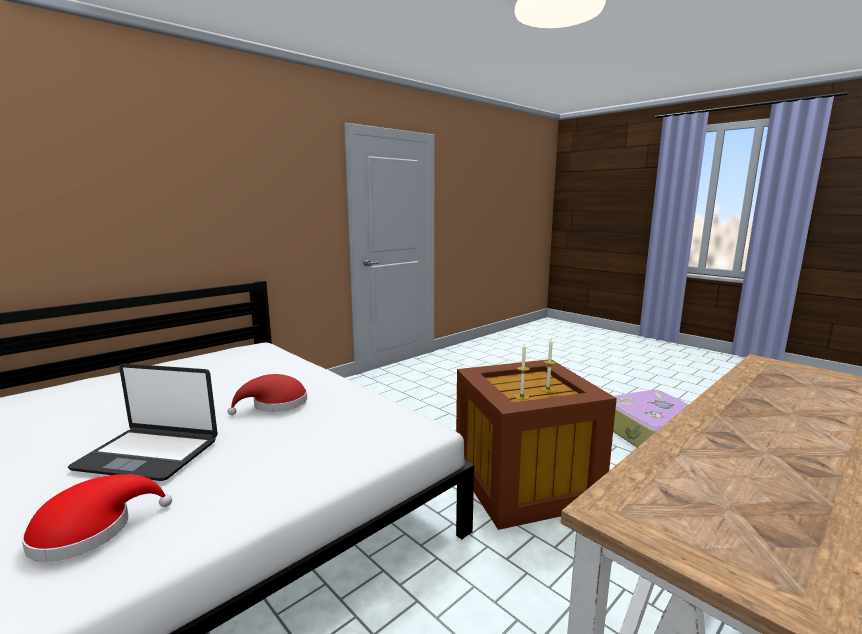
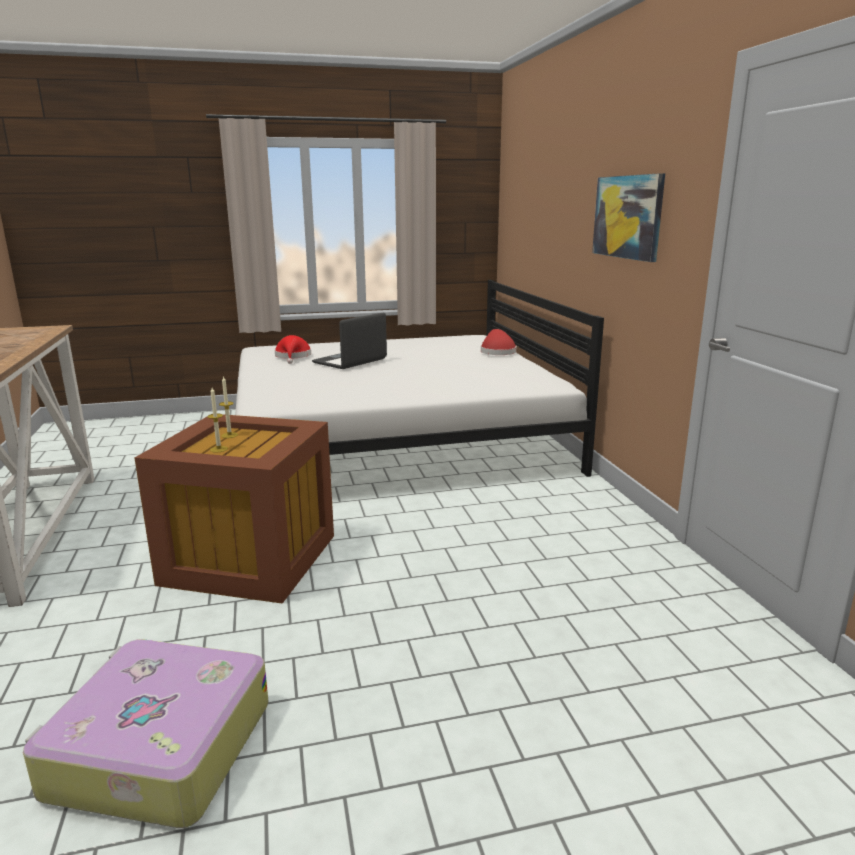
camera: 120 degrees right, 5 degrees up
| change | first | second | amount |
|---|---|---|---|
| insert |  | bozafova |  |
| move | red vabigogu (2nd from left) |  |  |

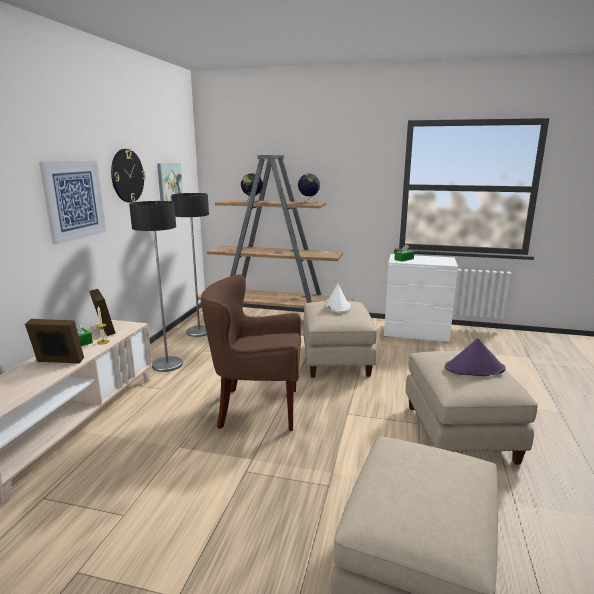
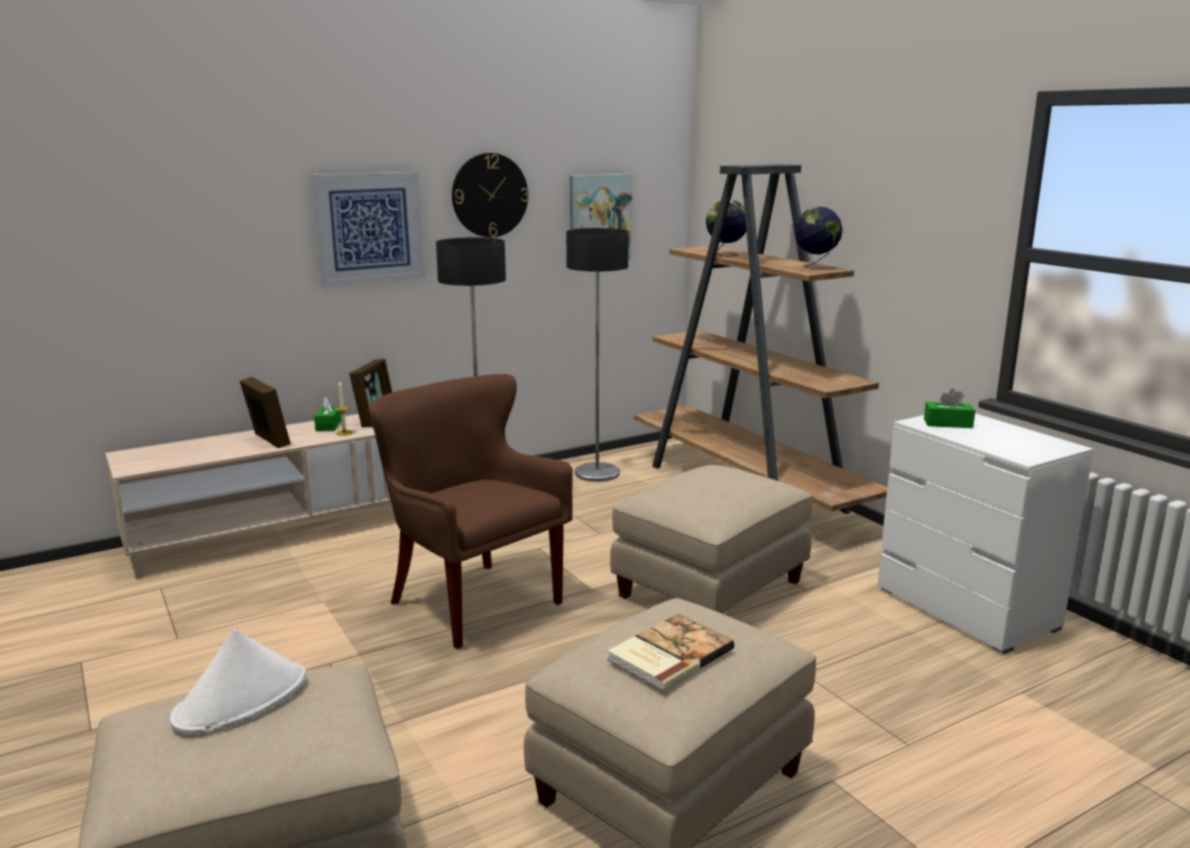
camera: 45 degrees right, 0 degrees up
| change | first | second | amount |
|---|---|---|---|
| move | white vabigogu |  |  |
| replace | purple vabigogu | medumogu |  |

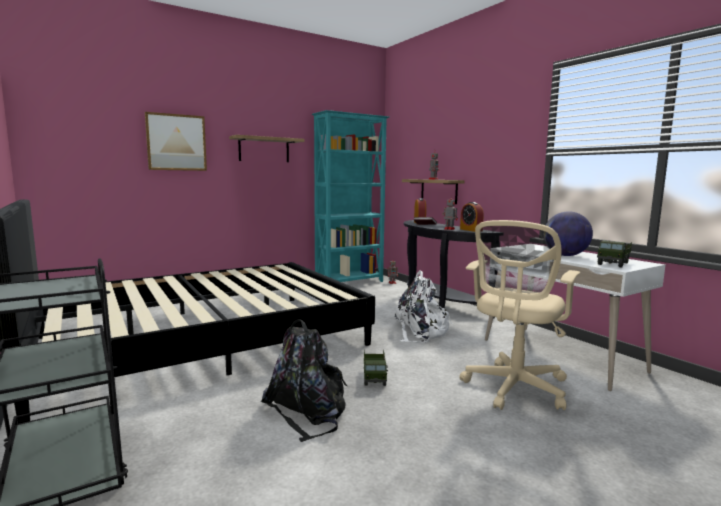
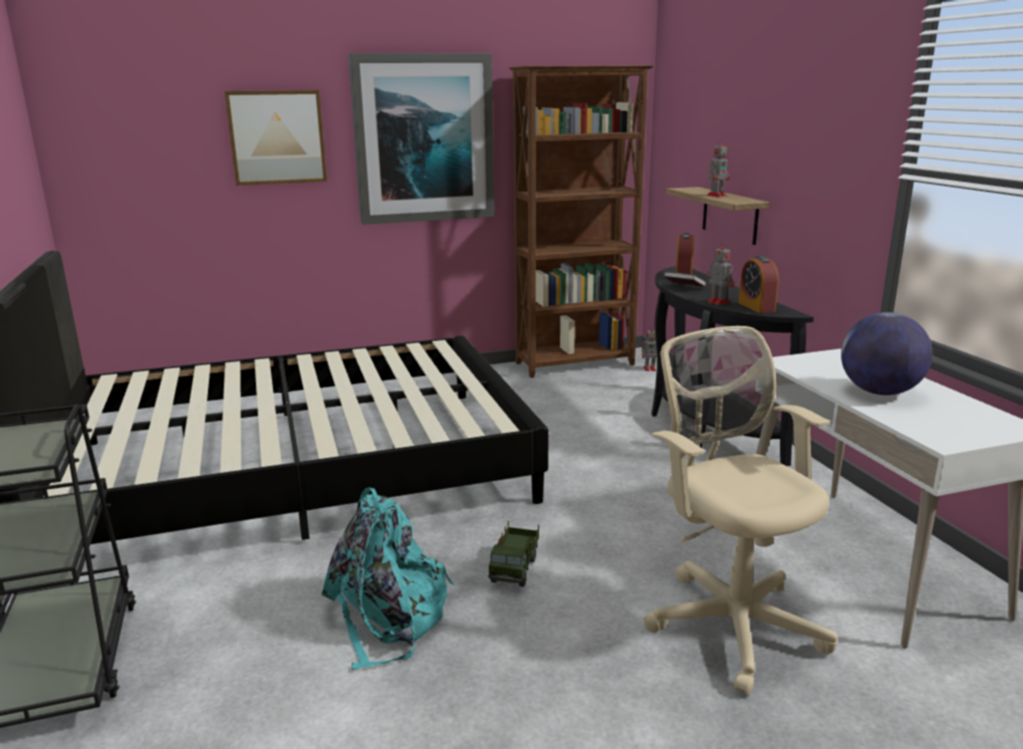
camera: 15 degrees right, 10 degrees up
| change | first | second | amount |
|---|---|---|---|
| delete | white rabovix |  |  |
| delete | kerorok (2nd from left) |  |  |
| replace | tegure (1st from left) | bozafova (2nd from left) |  |
| recolor | black rabovix | turquoise rabovix |  |
| recolor | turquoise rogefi | brown rogefi |  |
| rotate | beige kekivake |  | 105 degrees clockwise |

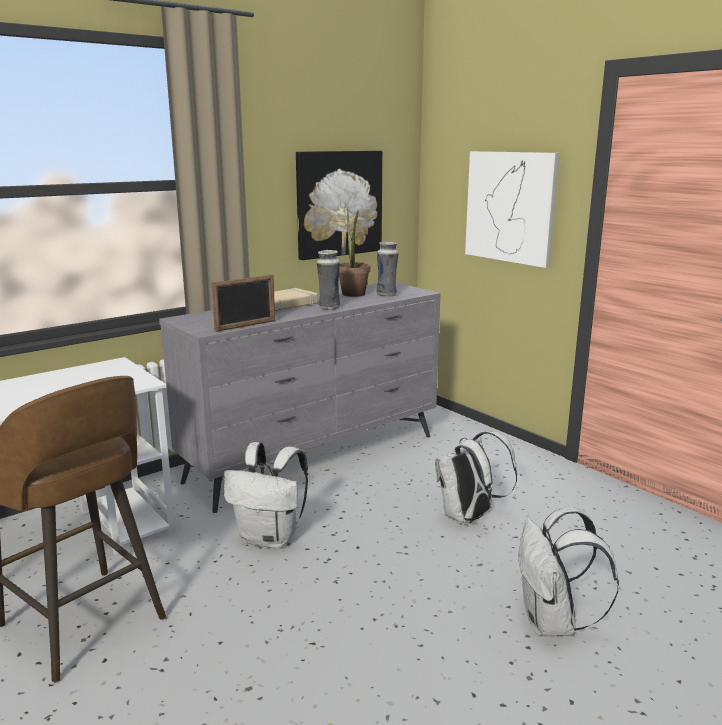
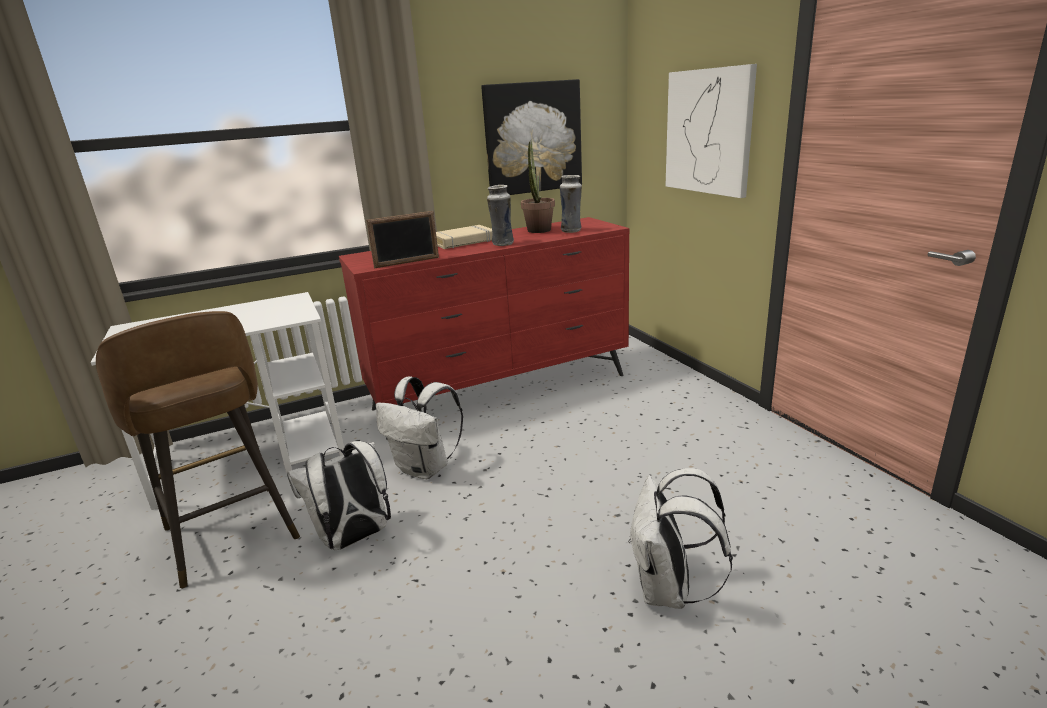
camera: 15 degrees right, 5 degrees up
| change | first | second | amount |
|---|---|---|---|
| move | white rabovix (2nd from left in the first image) | white rabovix (1st from left) |  |
| recolor | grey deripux | red deripux |  |

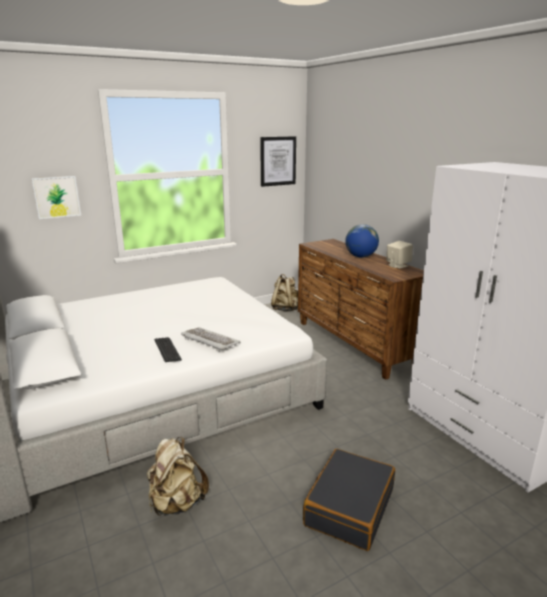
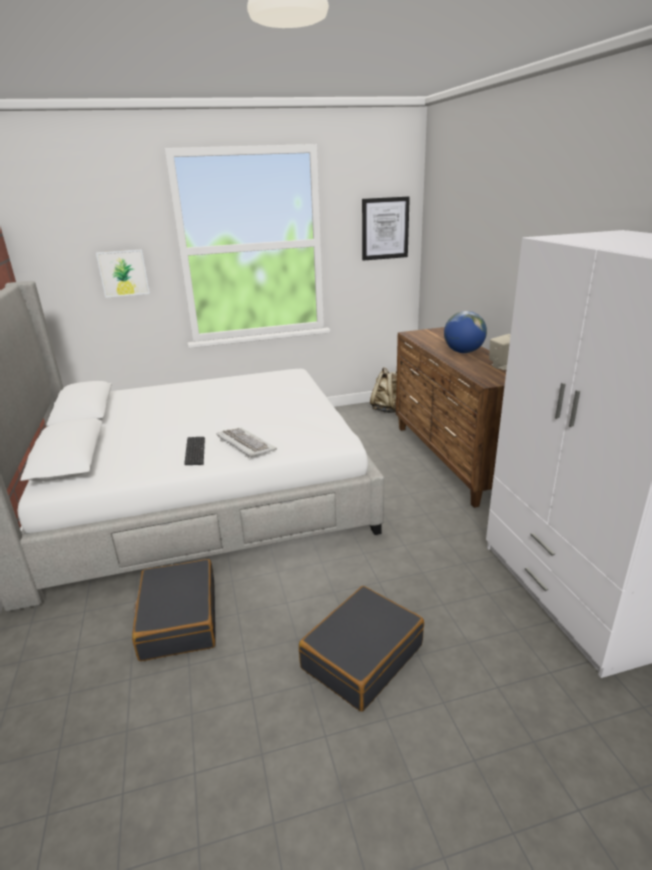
camera: 15 degrees right, 5 degrees up
| change | first | second | amount |
|---|---|---|---|
| replace | beige rabovix (1st from left) | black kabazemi (1st from left) |  |

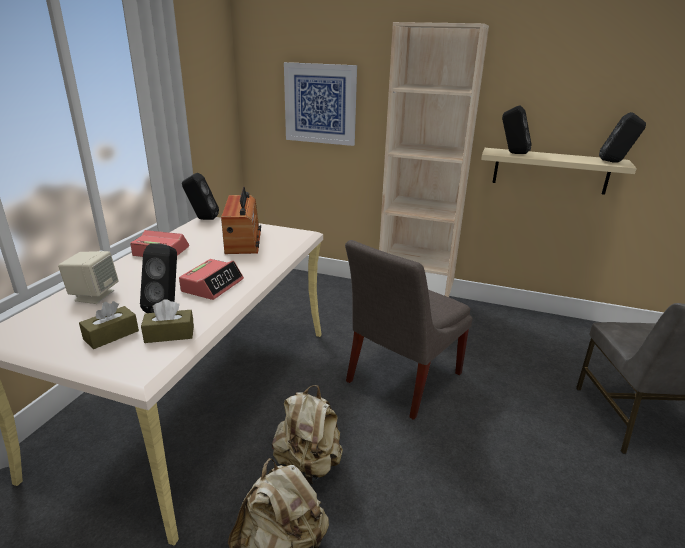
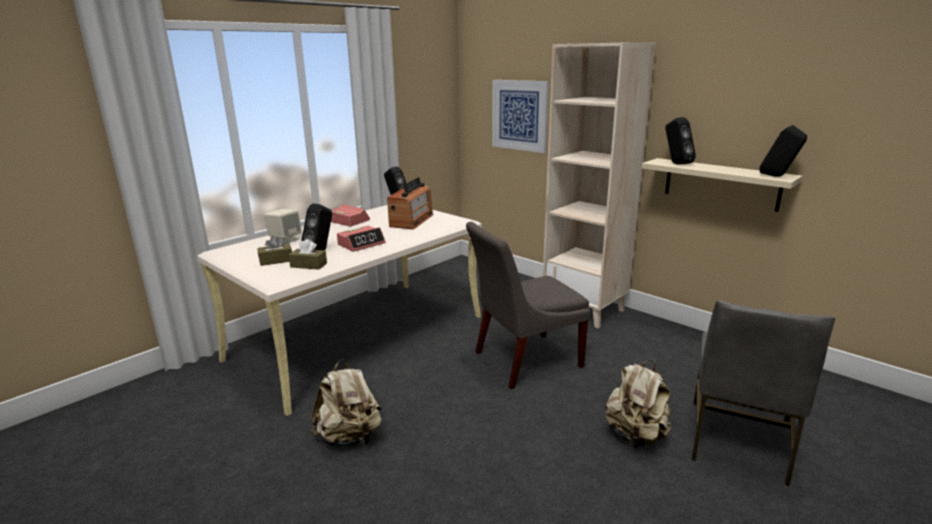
camera: 25 degrees right, 5 degrees down
| change | first | second | amount |
|---|---|---|---|
| move | beige rabovix (2nd from left) |  |  |

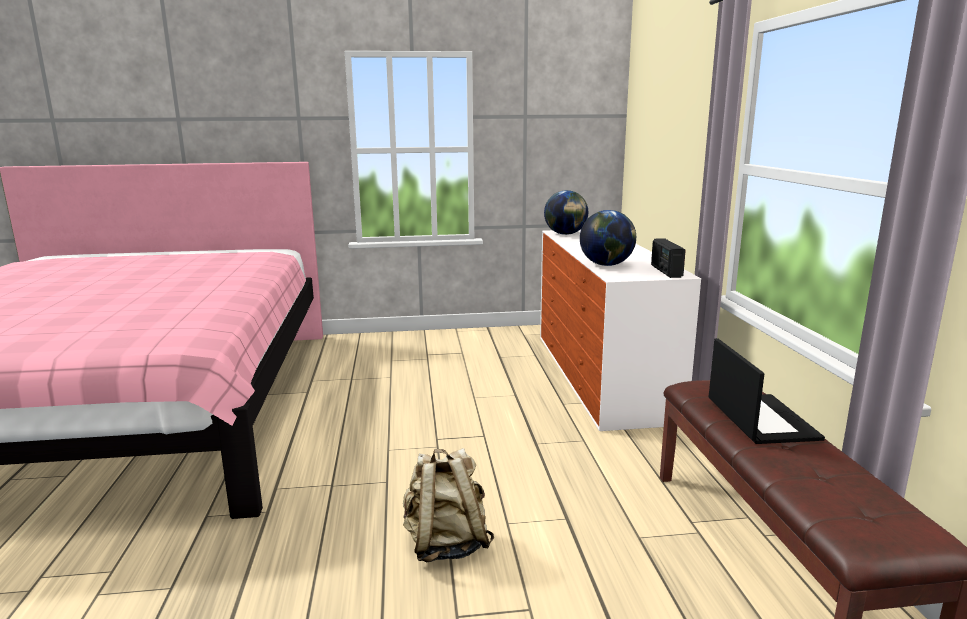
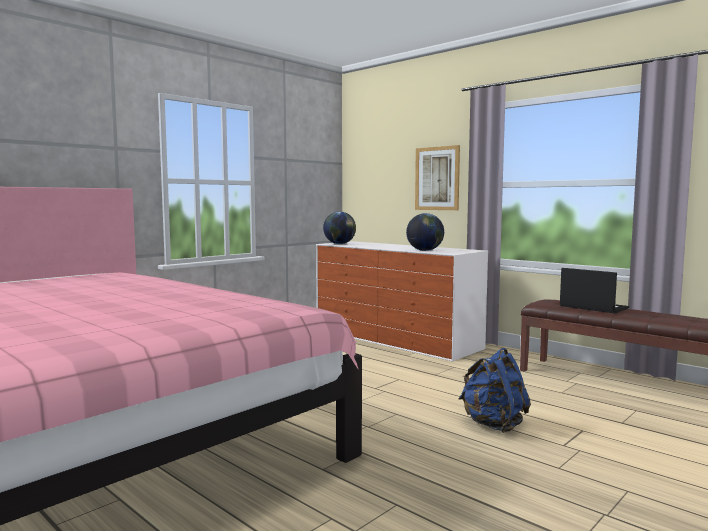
camera: 40 degrees left, 10 degrees down
| change | first | second | amount |
|---|---|---|---|
| delete | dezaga |  |  |
| insert |  | bozafova |  |
| recolor | beige rabovix | blue rabovix |  |

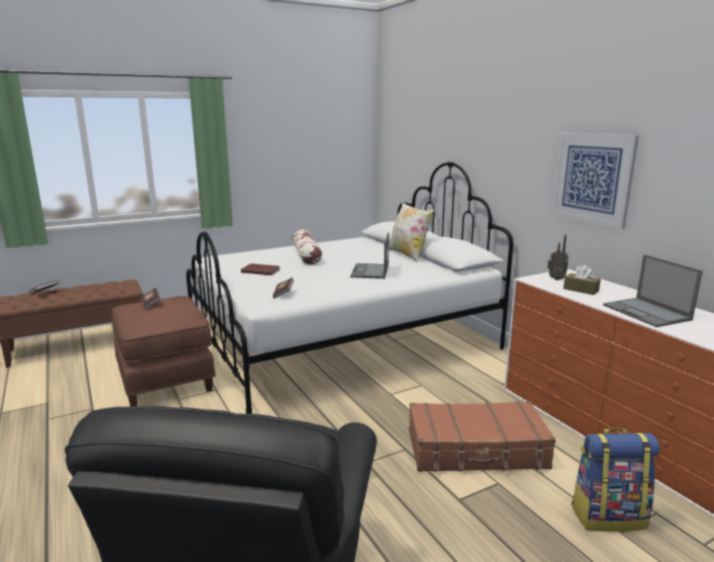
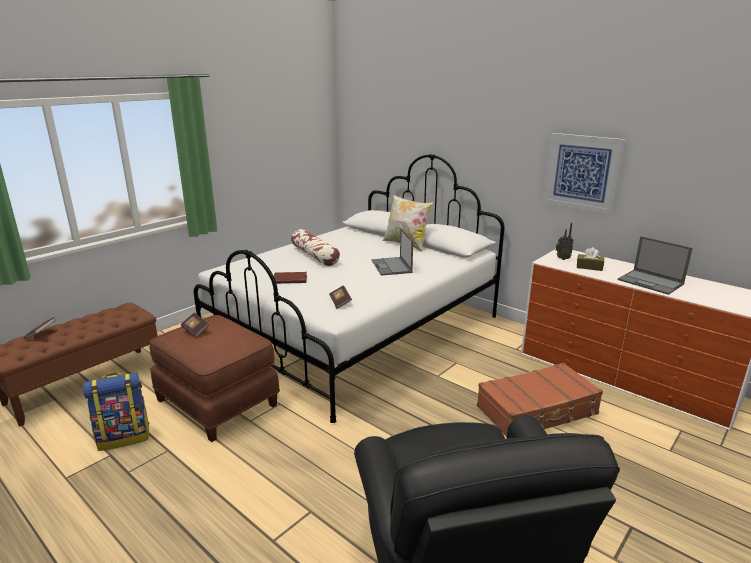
camera: 20 degrees left, 5 degrees up
| change | first | second | amount |
|---|---|---|---|
| move | rabovix |  |  |

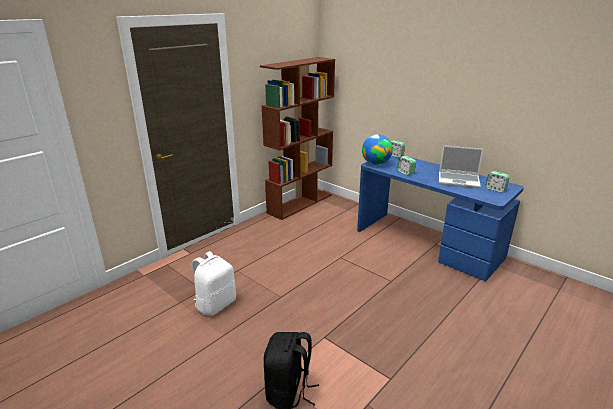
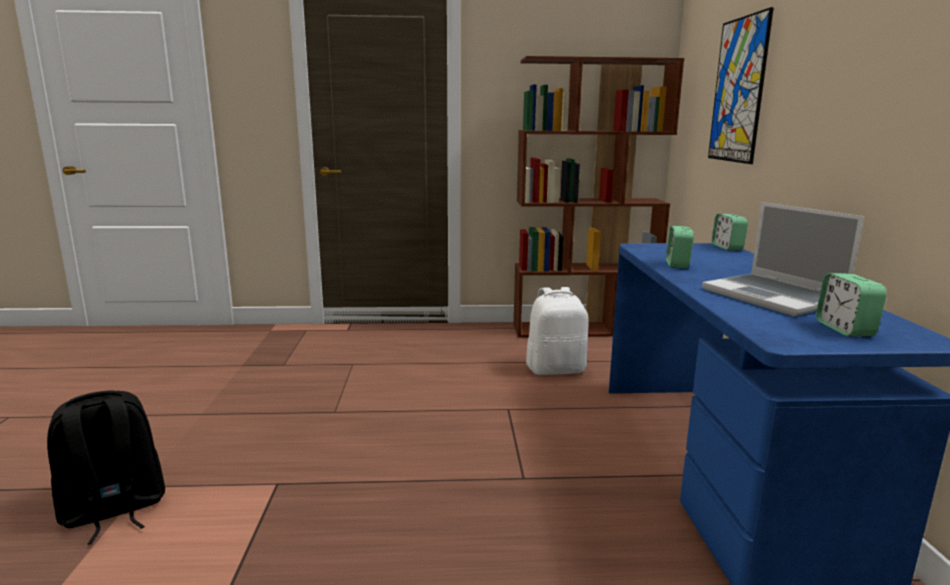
camera: 45 degrees right, 10 degrees down
| change | first | second | amount |
|---|---|---|---|
| delete | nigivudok |  |  |
| insert |  | bozafova |  |
| move | white rabovix |  |  |

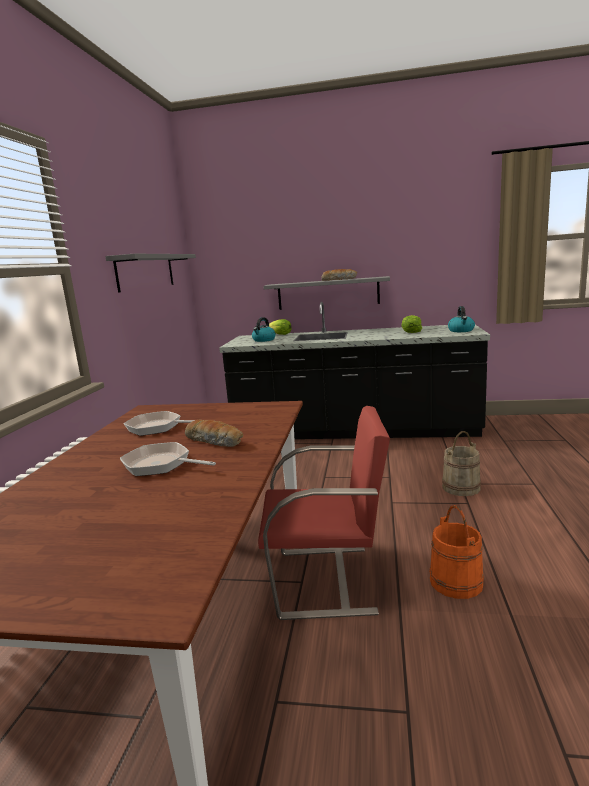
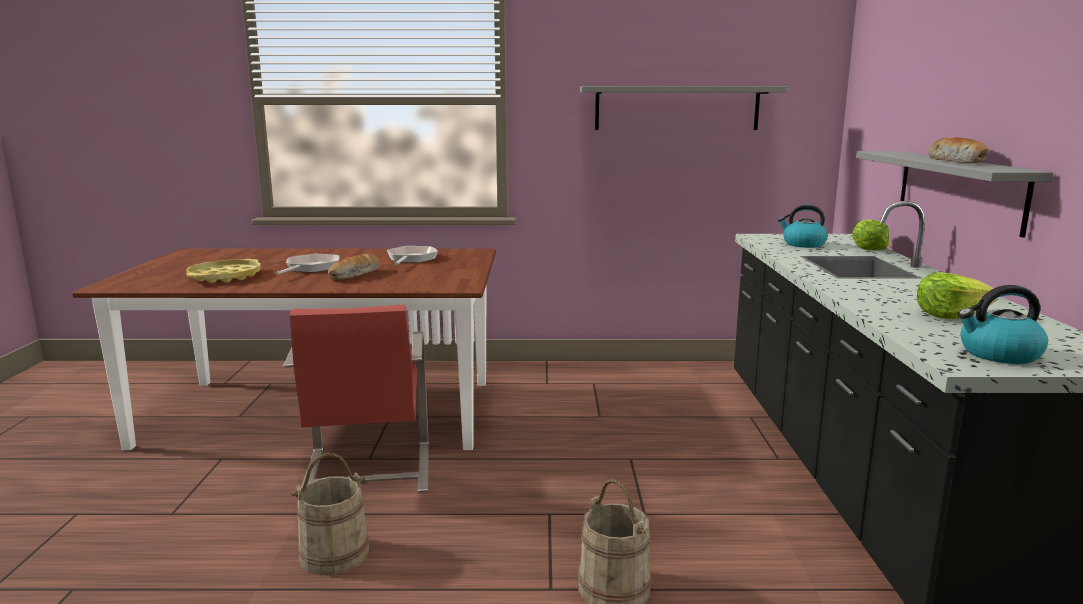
camera: 80 degrees right, 0 degrees up
| change | first | second | amount |
|---|---|---|---|
| insert |  | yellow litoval |  |
| recolor | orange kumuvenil | beige kumuvenil (1st from left) |  |

